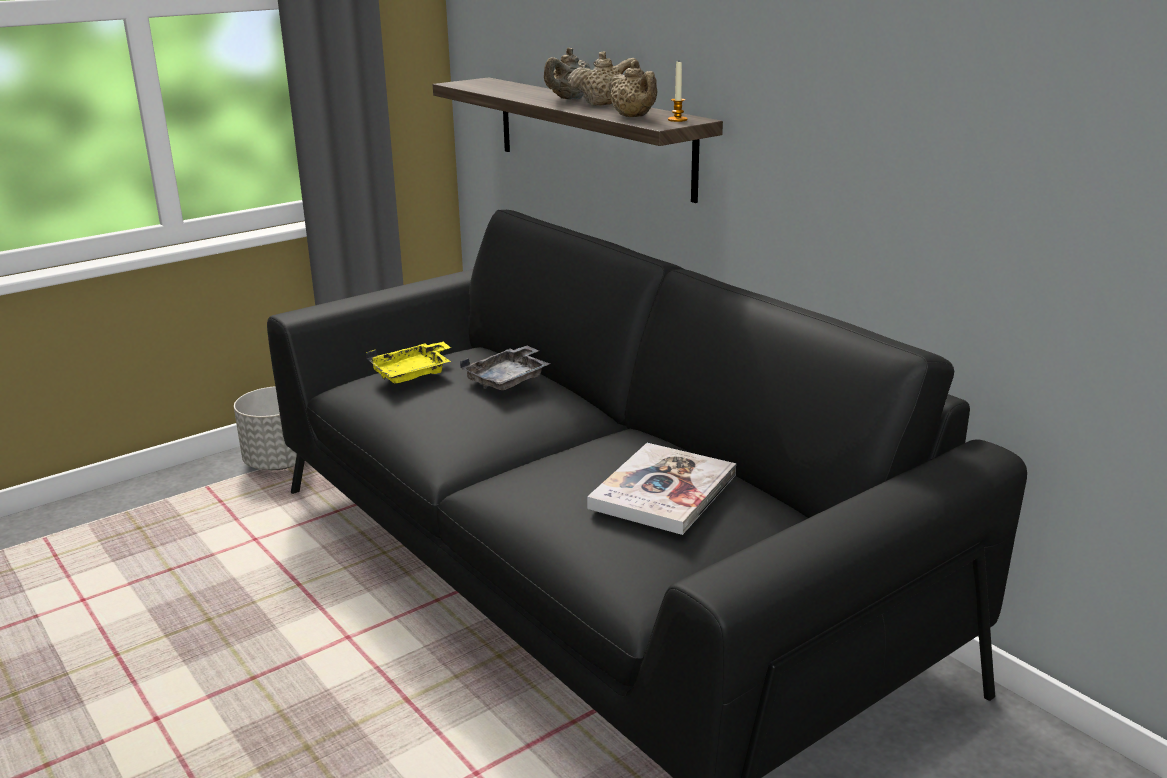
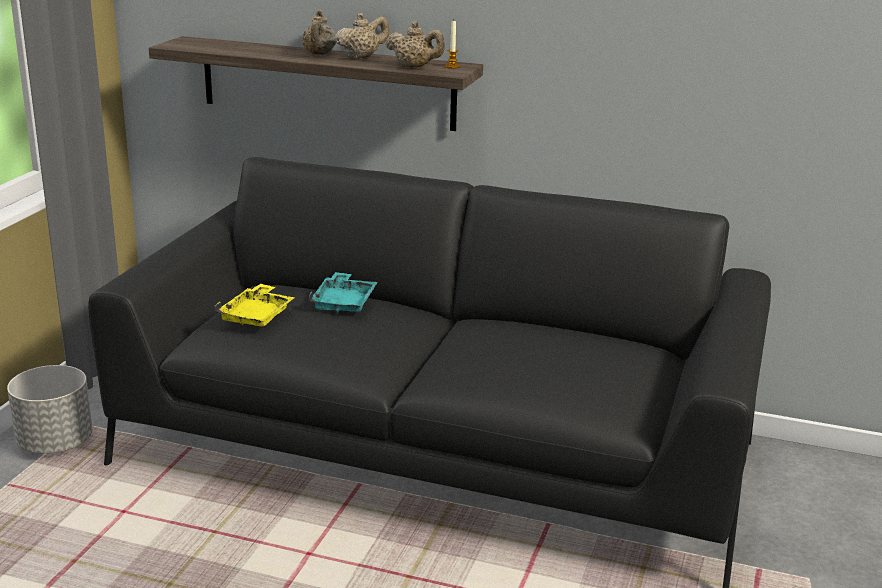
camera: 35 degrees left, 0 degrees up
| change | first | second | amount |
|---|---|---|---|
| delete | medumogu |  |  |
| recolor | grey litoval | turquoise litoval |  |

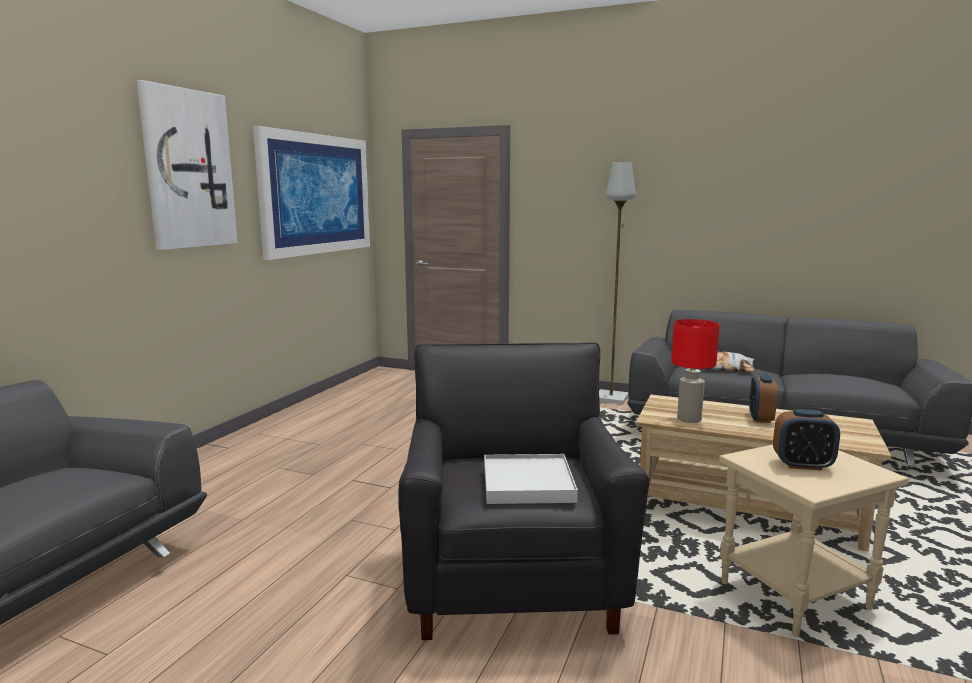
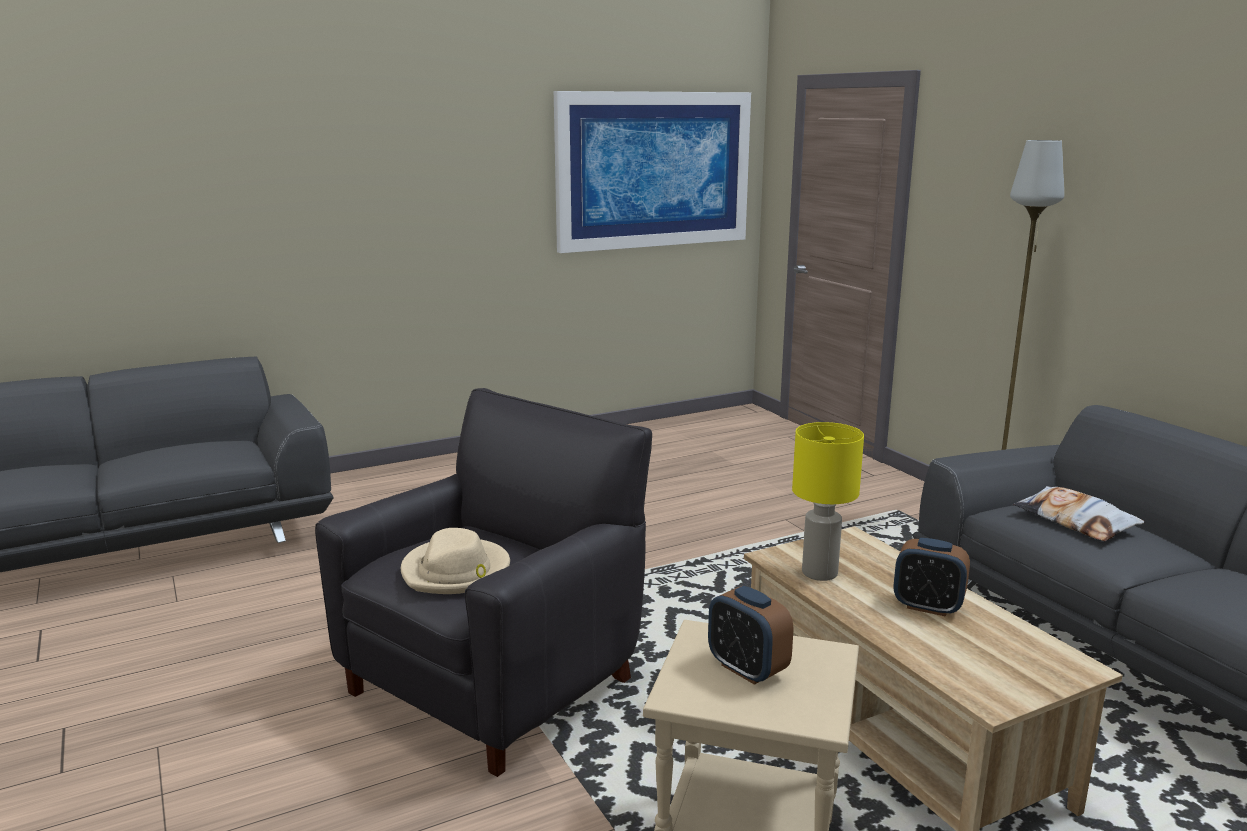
camera: 40 degrees right, 5 degrees up
| change | first | second | amount |
|---|---|---|---|
| delete | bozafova (1st from left) |  |  |
| replace | white litoval | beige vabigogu |  |
| recolor | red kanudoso | yellow kanudoso |  |
| rotate | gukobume (1st from left in the first image) | gukobume (2nd from left) | 120 degrees counterclockwise |

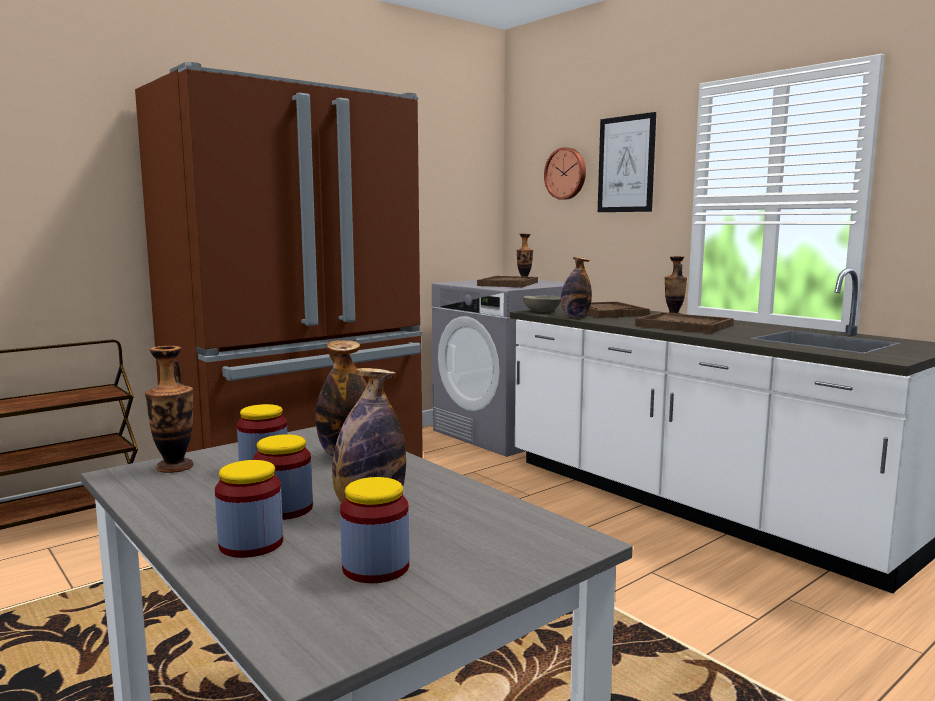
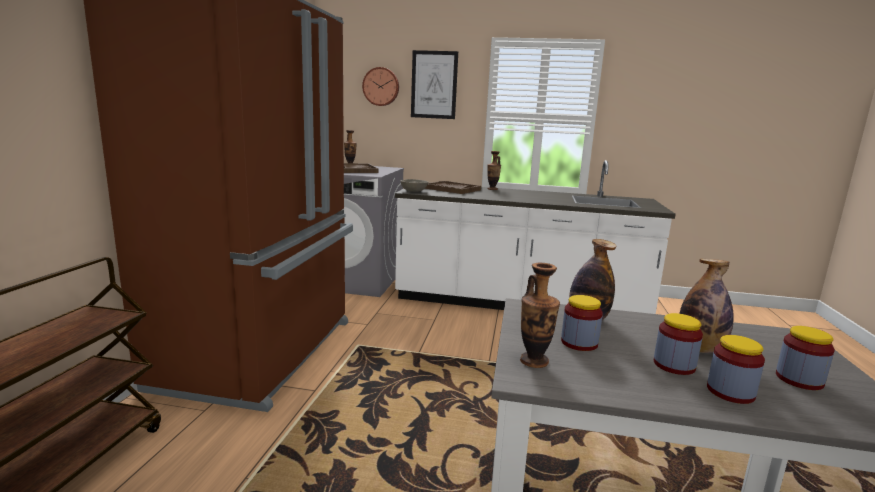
camera: 40 degrees left, 5 degrees up
| change | first | second | amount |
|---|---|---|---|
| delete | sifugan (3rd from left) |  |  |
| delete | brown litoval (3rd from left) |  |  |

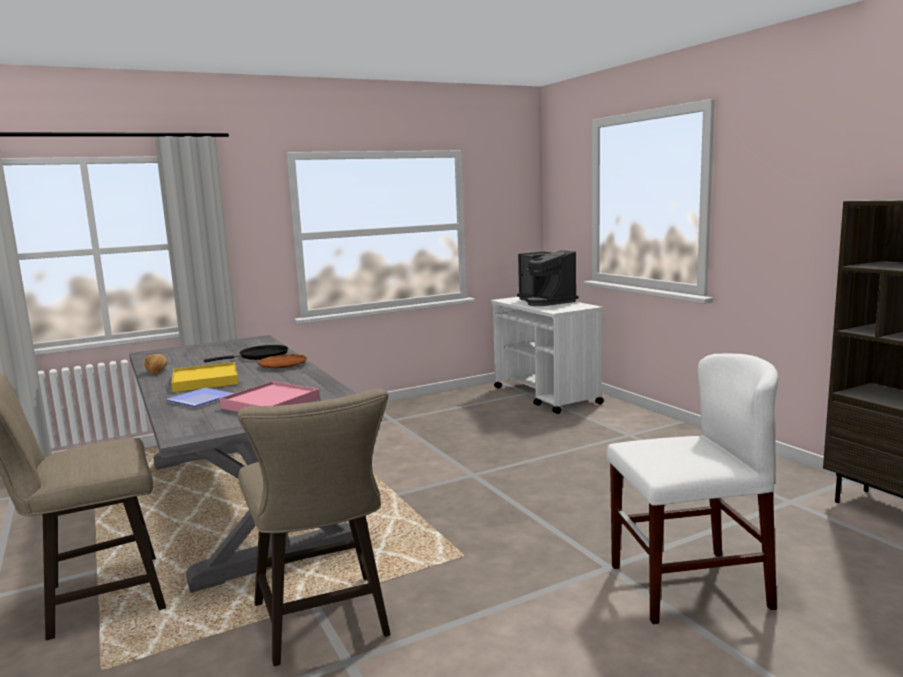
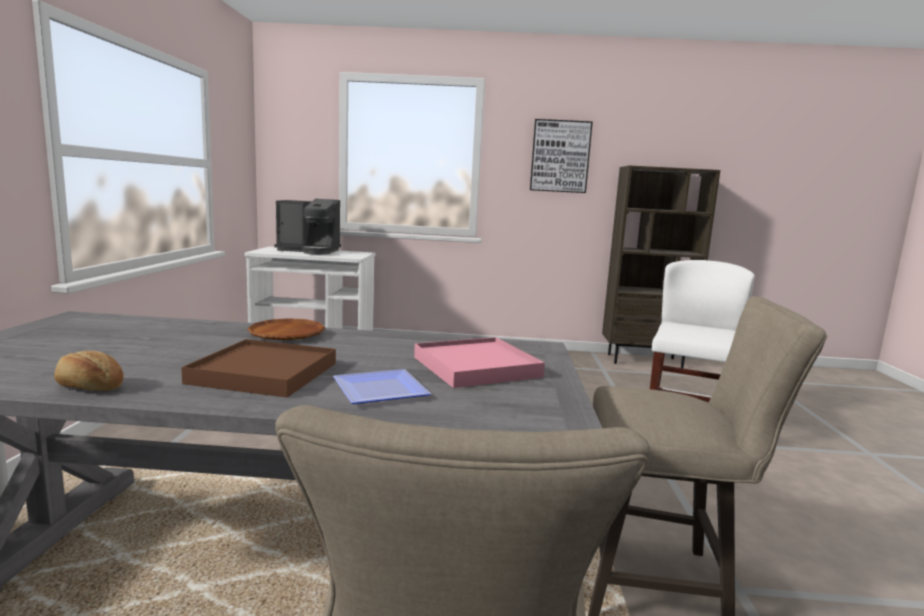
camera: 60 degrees left, 0 degrees up
| change | first | second | amount |
|---|---|---|---|
| delete | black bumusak |  |  |
| insert |  | bozafova |  |
| recolor | yellow litoval | brown litoval |  |

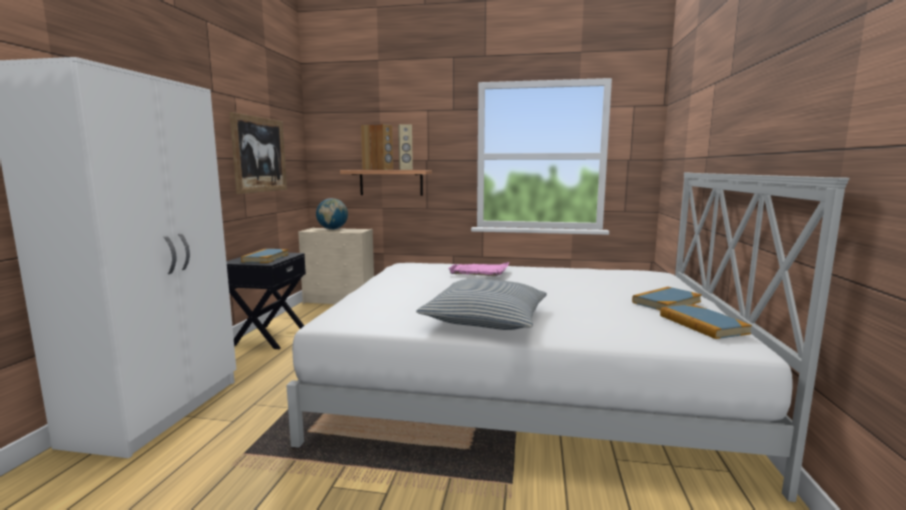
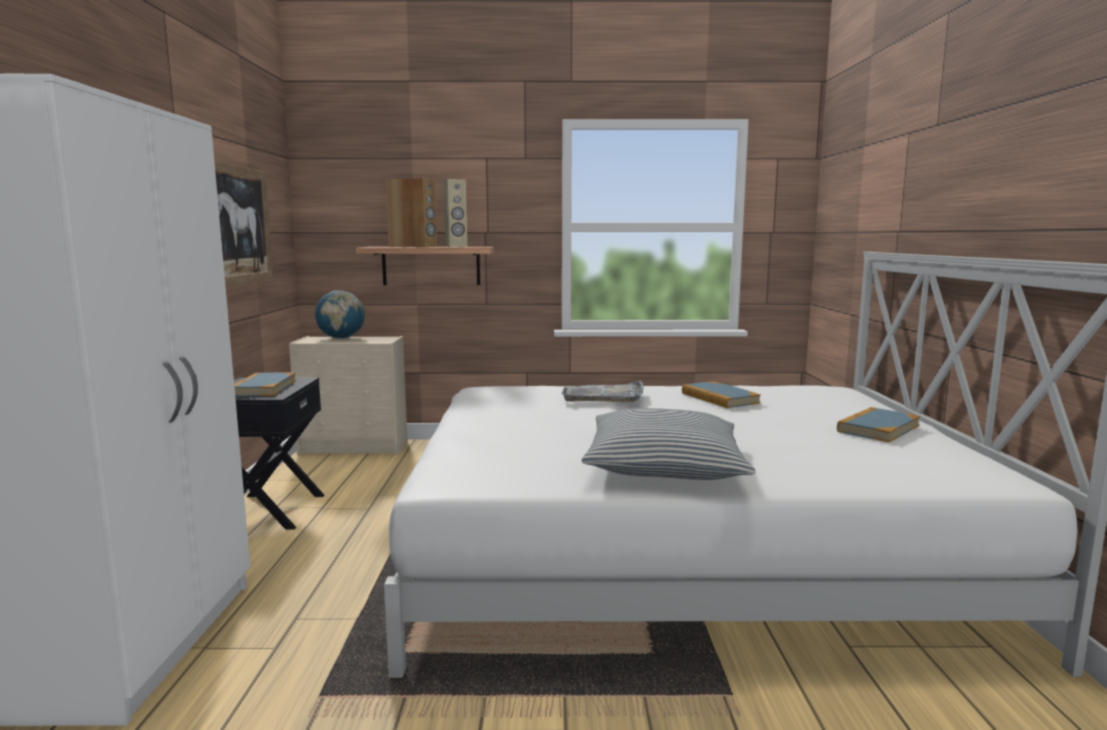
camera: 10 degrees left, 0 degrees up
| change | first | second | amount |
|---|---|---|---|
| move | medumogu (3rd from left in the first image) | medumogu (2nd from left) |  |
| recolor | pink litoval | grey litoval |  |

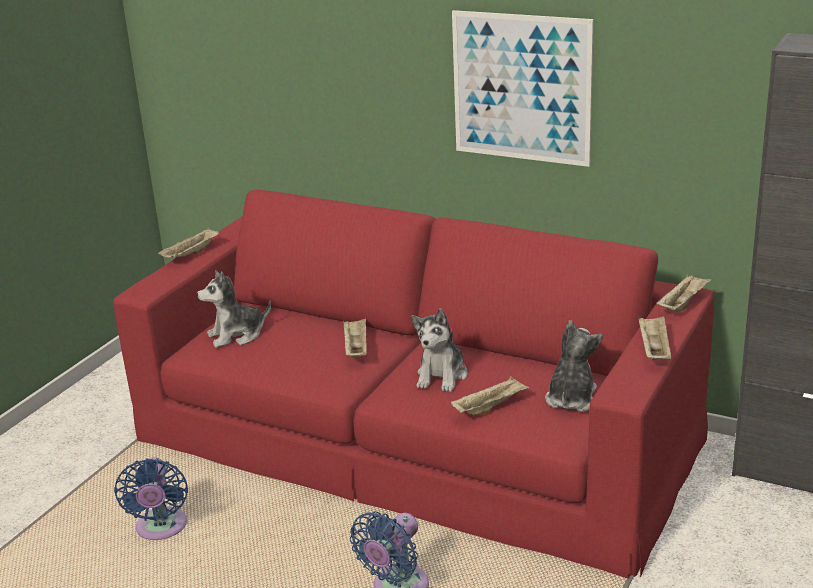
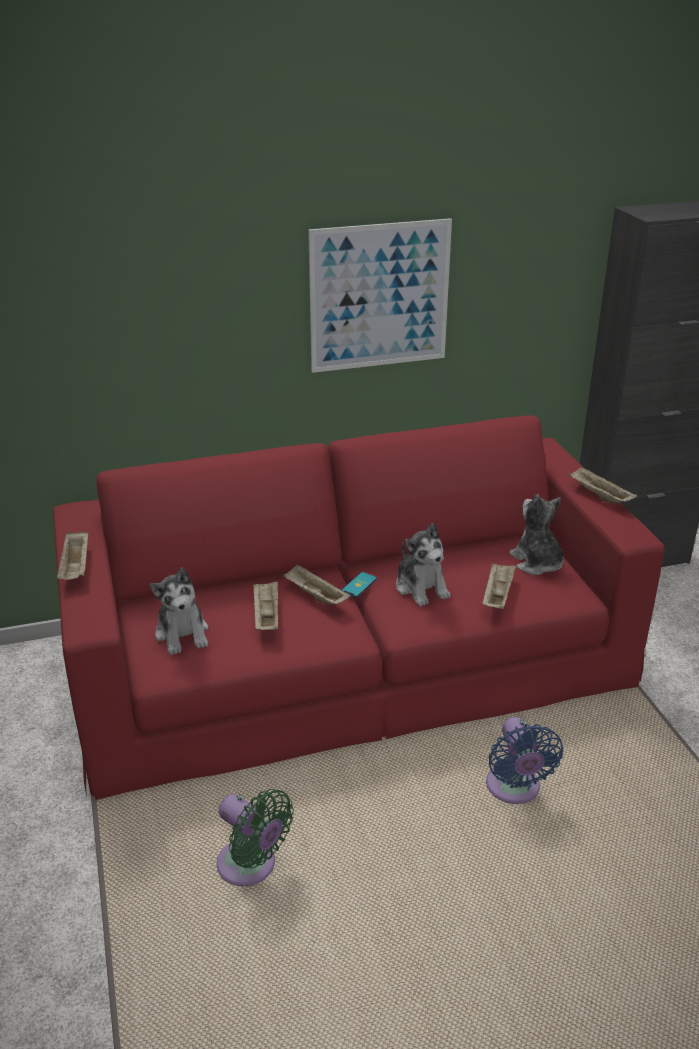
camera: 45 degrees left, 5 degrees up
| change | first | second | amount |
|---|---|---|---|
| insert |  | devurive |  |
| move | beige litoval (5th from left in the first image) | beige litoval (2nd from left) |  |
| recolor | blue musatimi (1st from left) | green musatimi |  |
| rotate | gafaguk (1st from left) |  | 45 degrees counterclockwise |

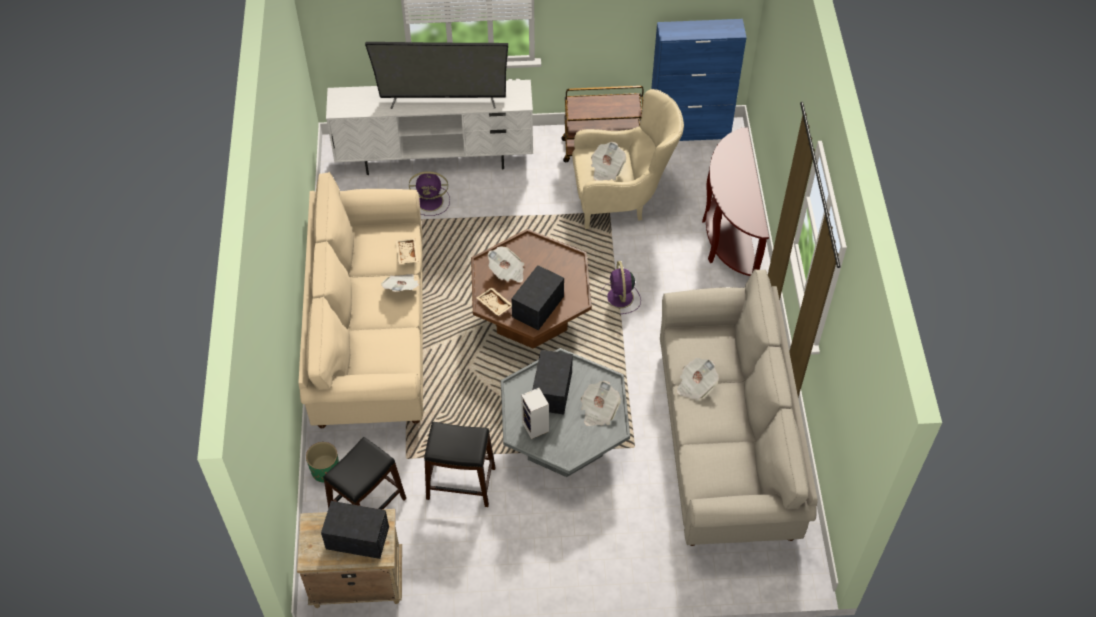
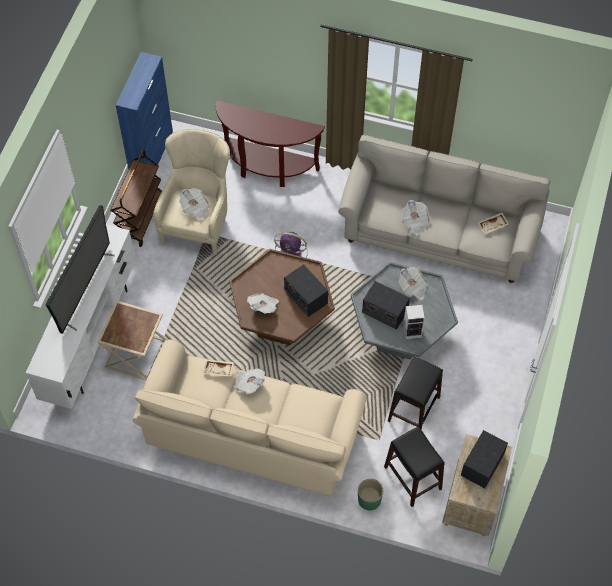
camera: 70 degrees left, 5 degrees up
| change | first | second | amount |
|---|---|---|---|
| move | beige litoval (2nd from left) |  |  |
| replace | purple musatimi (1st from left) | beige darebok |  |

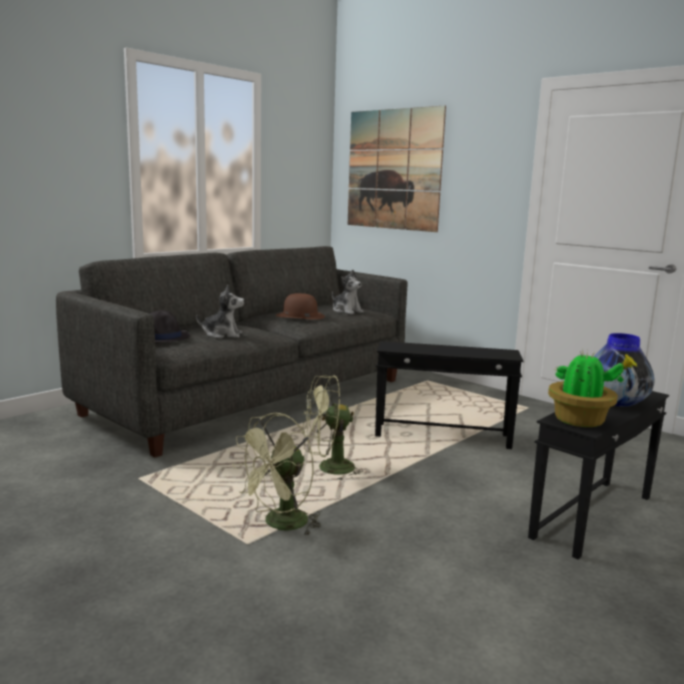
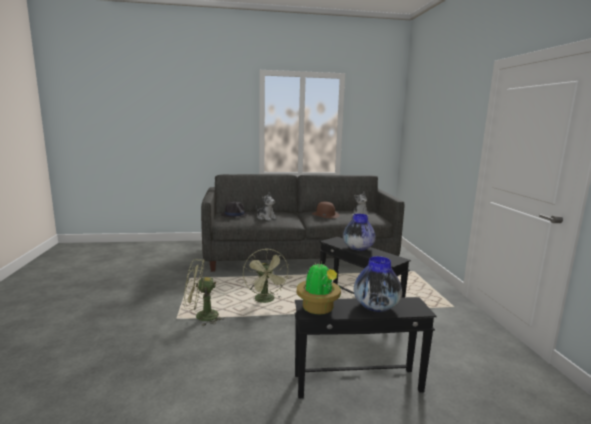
camera: 40 degrees right, 0 degrees up
| change | first | second | amount |
|---|---|---|---|
| delete | bozafova |  |  |
| insert |  | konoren (1st from left) |  |
| rotate | green musatimi (2nd from left) |  | 135 degrees counterclockwise |

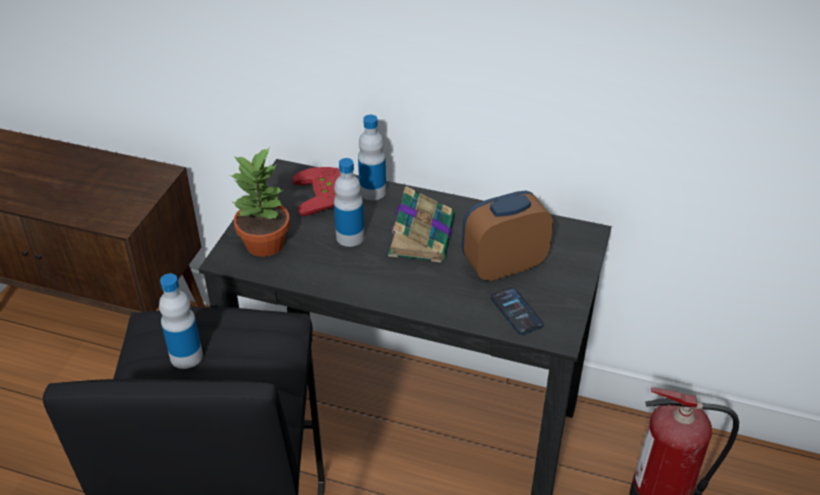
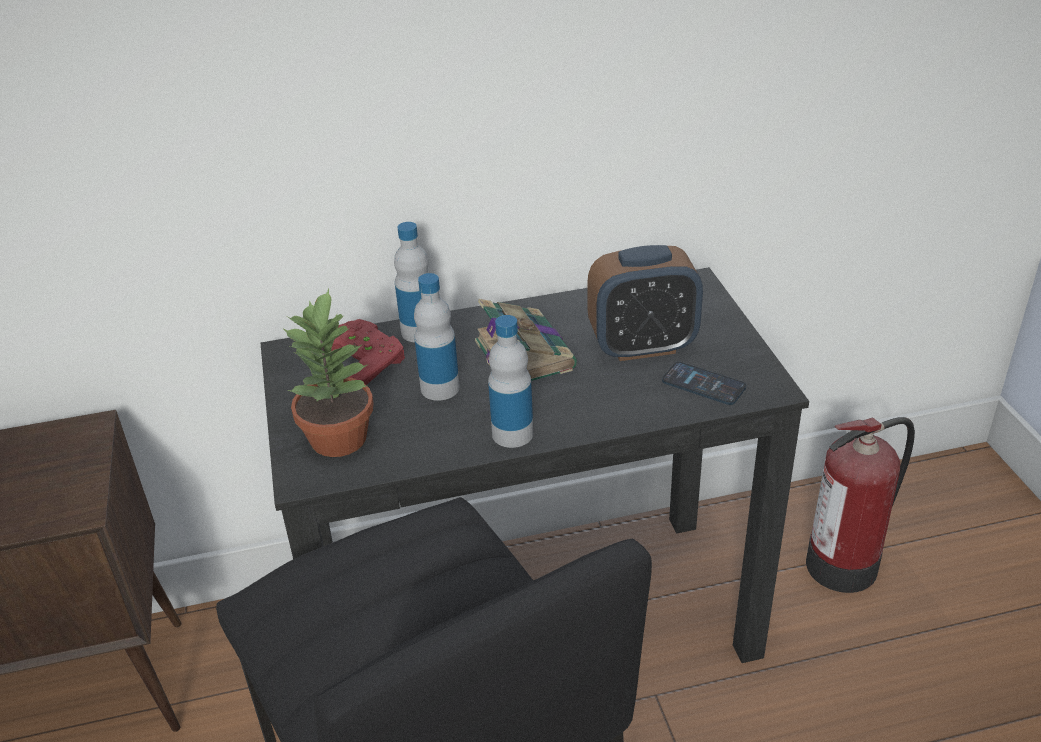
camera: 30 degrees left, 5 degrees down
| change | first | second | amount |
|---|---|---|---|
| move | sifugan (1st from left in the first image) | sifugan (3rd from left) |  |
| rotate | gukobume |  | 135 degrees counterclockwise |

